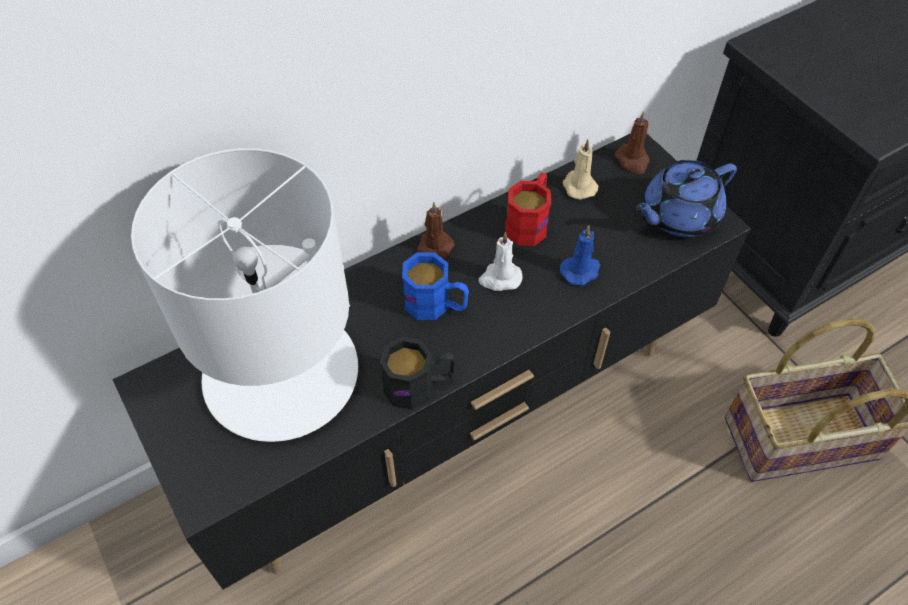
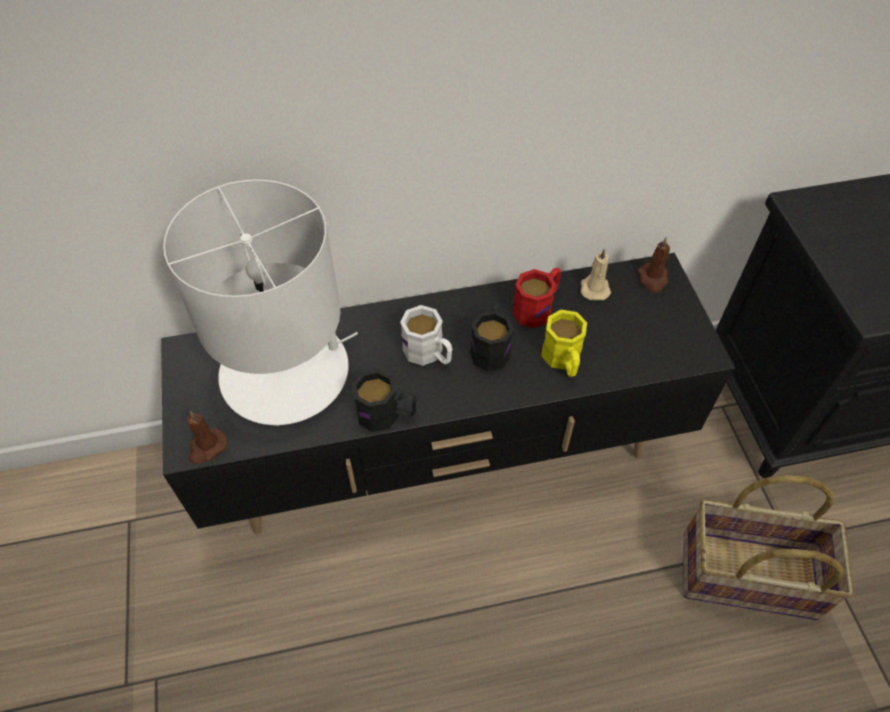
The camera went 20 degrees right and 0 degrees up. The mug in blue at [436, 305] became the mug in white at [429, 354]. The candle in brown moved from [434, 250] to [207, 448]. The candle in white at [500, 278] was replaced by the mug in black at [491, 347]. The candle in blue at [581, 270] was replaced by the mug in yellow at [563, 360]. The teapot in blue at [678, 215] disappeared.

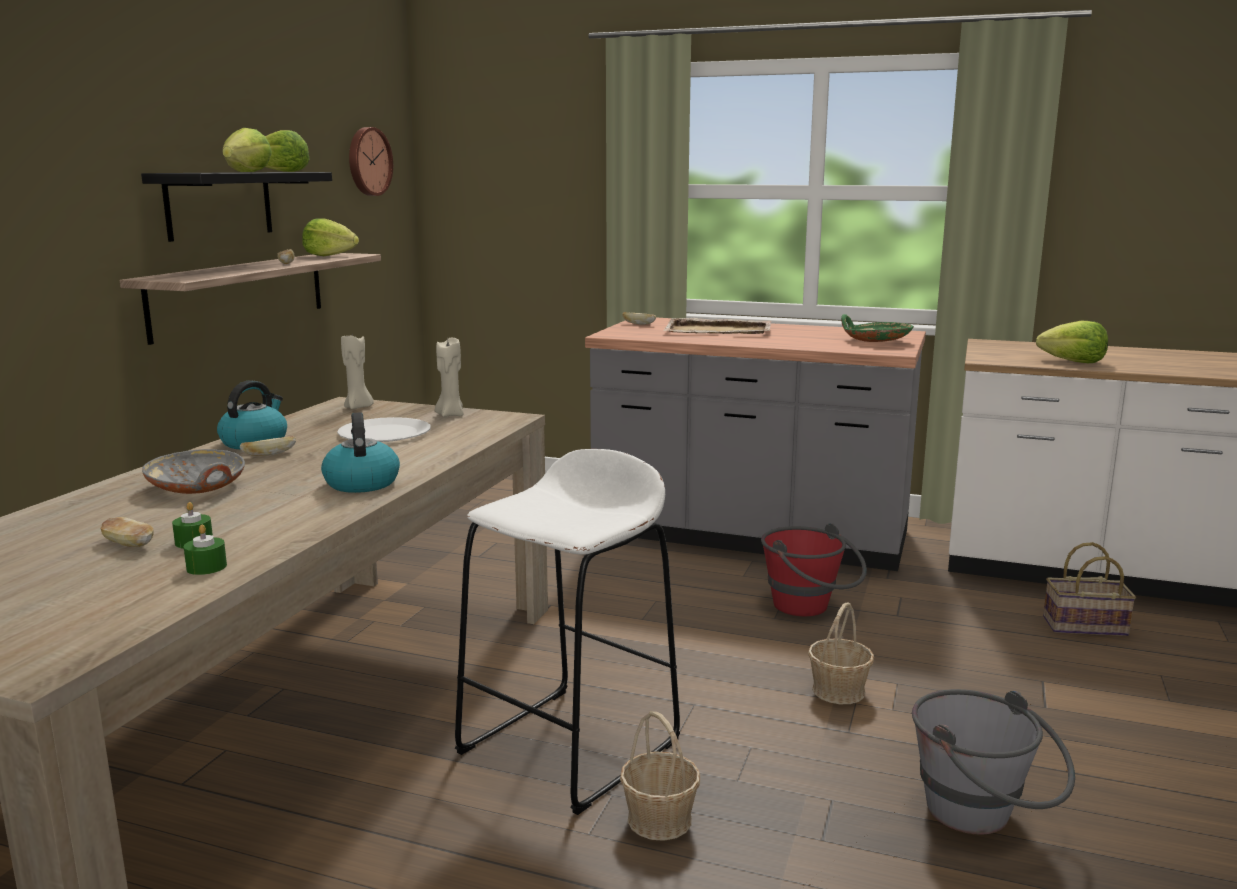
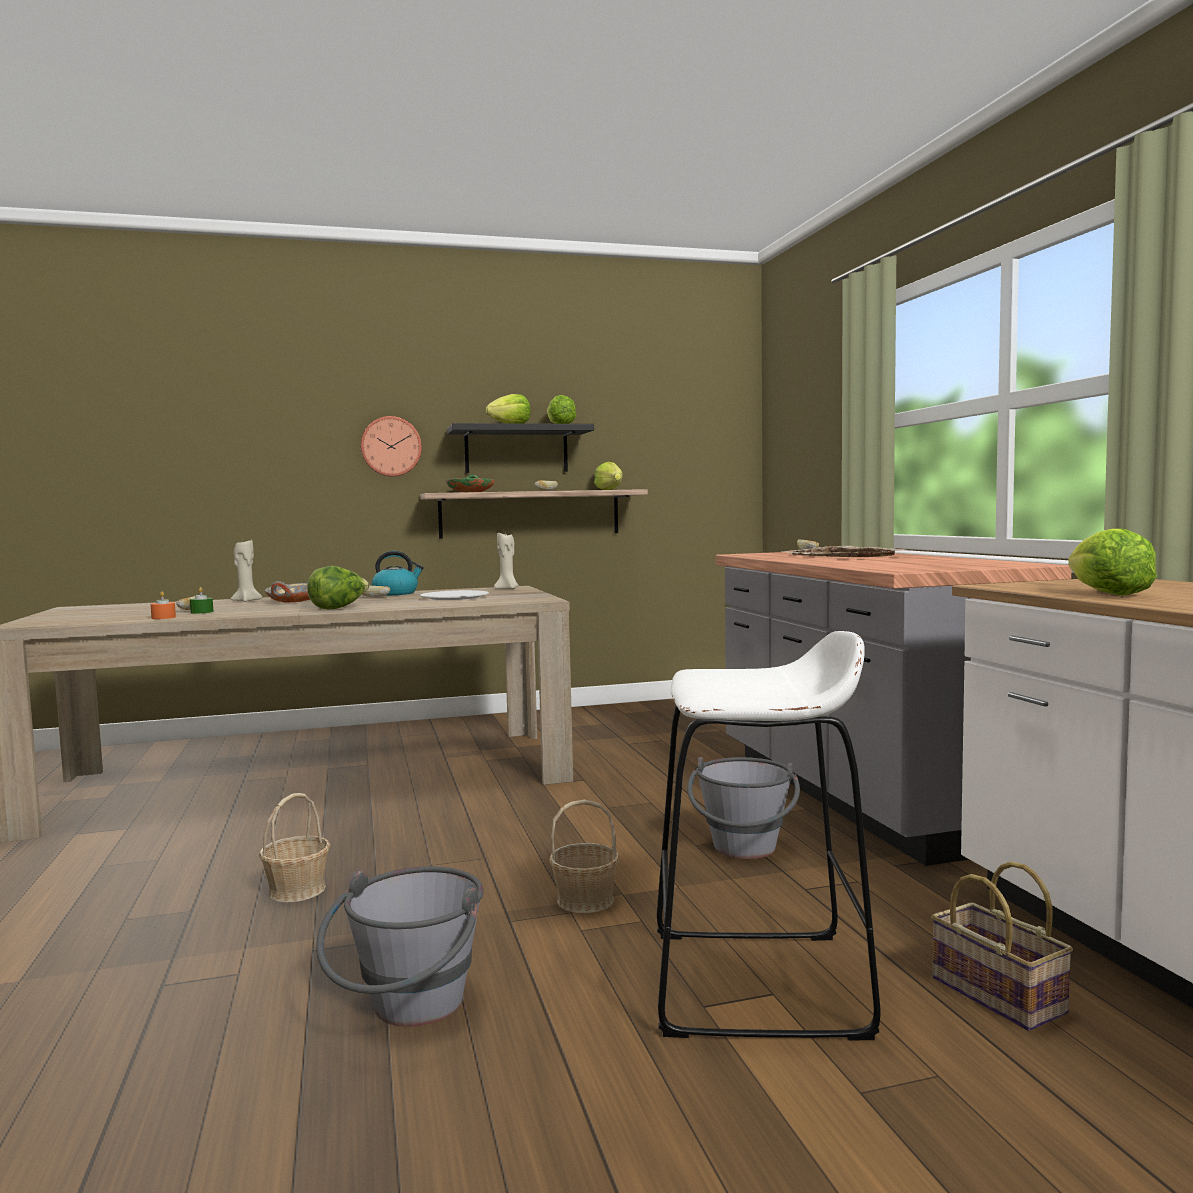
The camera went 55 degrees right and 10 degrees down. The candle in green at [206, 567] became the candle in orange at [163, 617]. The kettle at [361, 483] was replaced by the lettuce at [339, 608]. The wall clock moved from [368, 161] to [391, 446]. The candle in beige moved from [450, 415] to [246, 601]. The stool in white moved from [570, 746] to [757, 983]. The bucket in red at [810, 608] became the bucket in grey at [744, 852]. The bowl in green moved from [875, 341] to [471, 492].

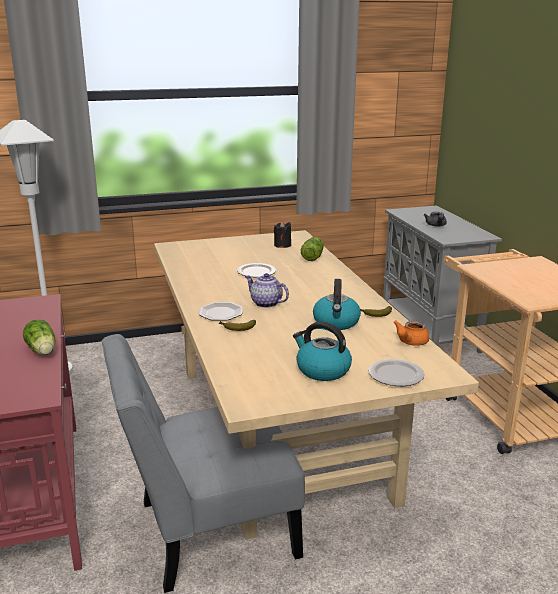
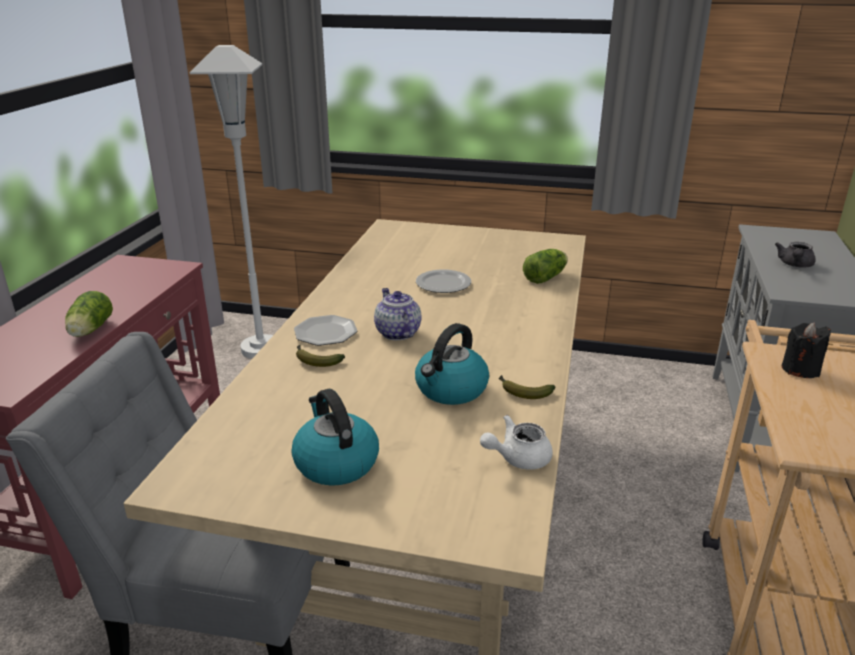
The camera went 30 degrees right and 5 degrees up. The candle in black moved from [282, 245] to [800, 370]. The plate at [395, 375] disappeared. The teapot in orange at [410, 342] became the teapot in white at [517, 458].

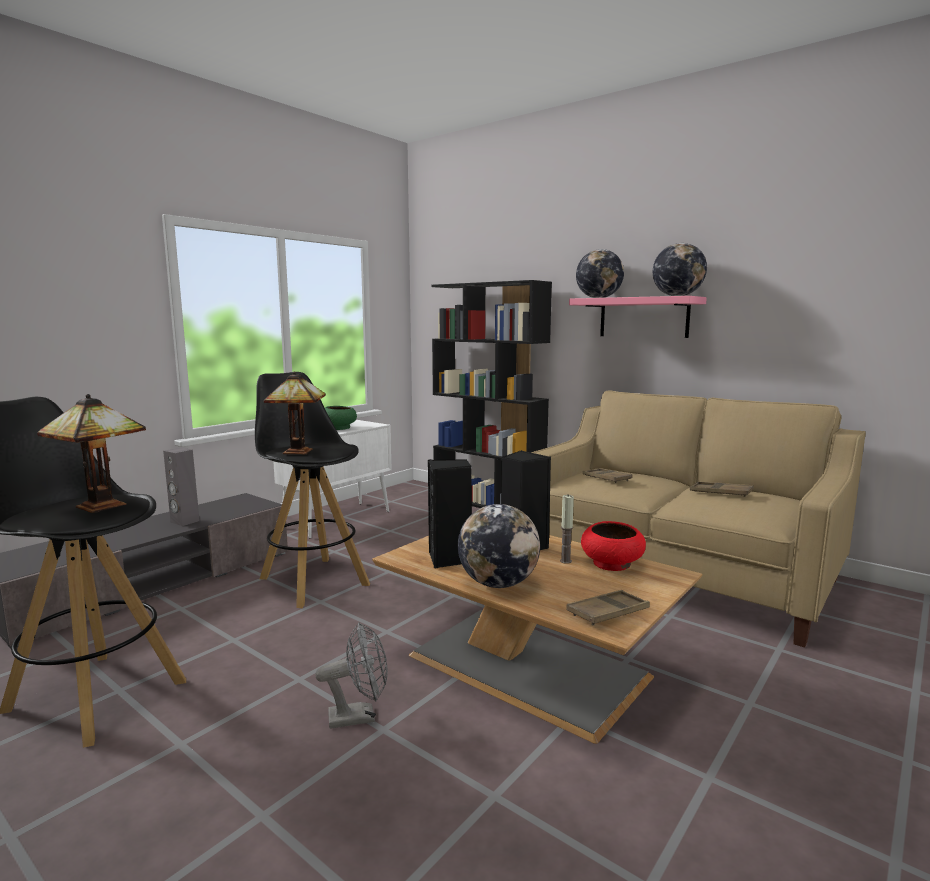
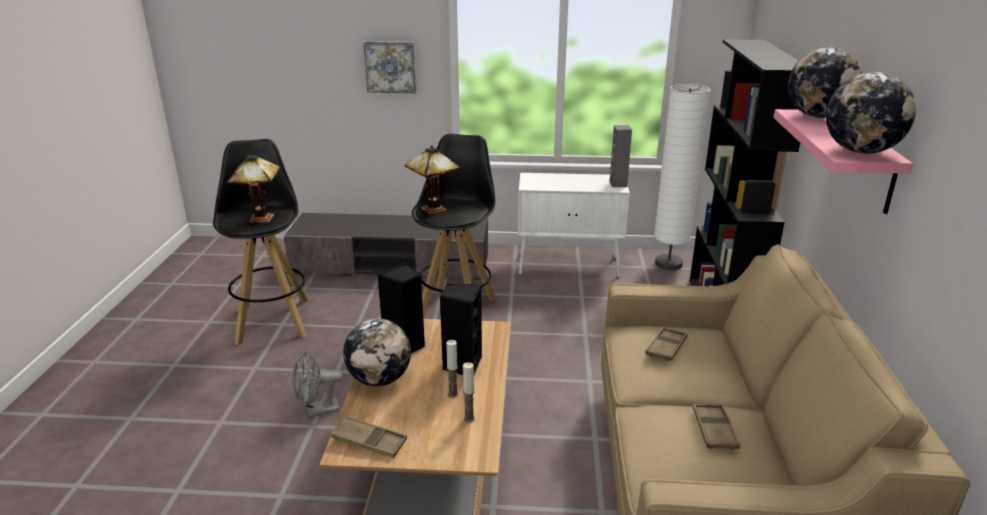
The camera went 55 degrees right and 15 degrees up. The speaker in grey moved from [184, 521] to [617, 184]. The fan in grey at [359, 716] turned 120 degrees clockwise. The bowl in green at [339, 428] disappeared. The bowl in red at [612, 564] was replaced by the candle at [469, 418]. The picture at [391, 66] appeared. The floor lamp in white at [668, 264] appeared.

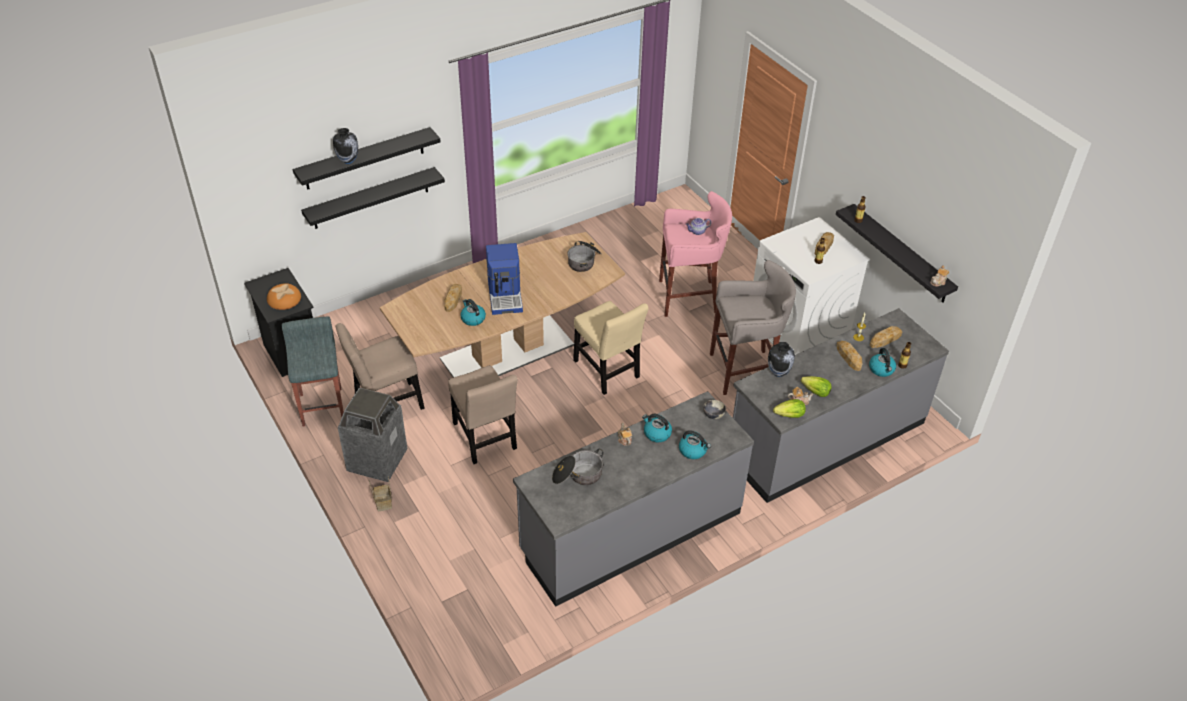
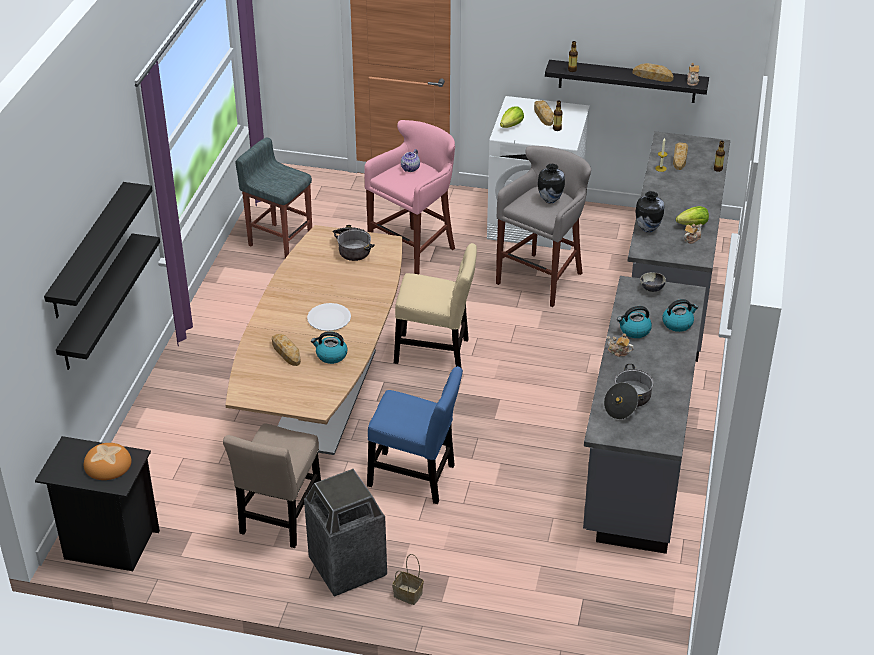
The camera went 45 degrees left and 5 degrees down. The stool in grey moved from [322, 406] to [280, 241]. The vase moved from [348, 161] to [550, 200]. The chair in beige at [485, 439] became the chair in blue at [415, 477]. The coffee machine at [505, 295] was replaced by the plate in white at [329, 318]. The lettuce moved from [790, 415] to [511, 126]. The bread moved from [848, 357] to [652, 76]. The kettle at [881, 369] disappeared.

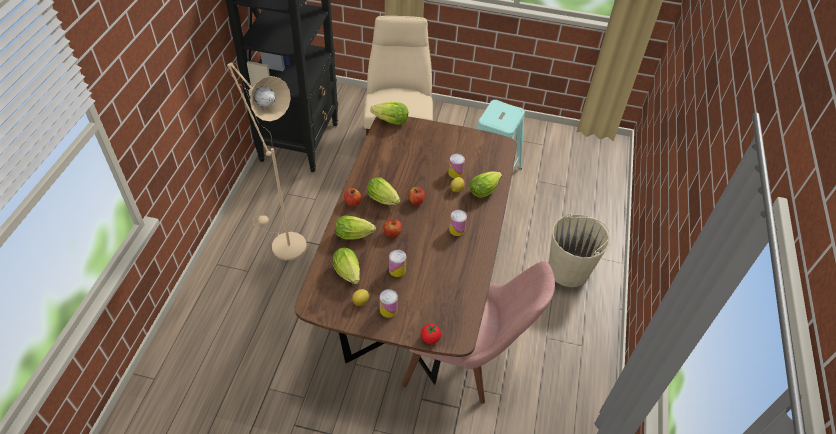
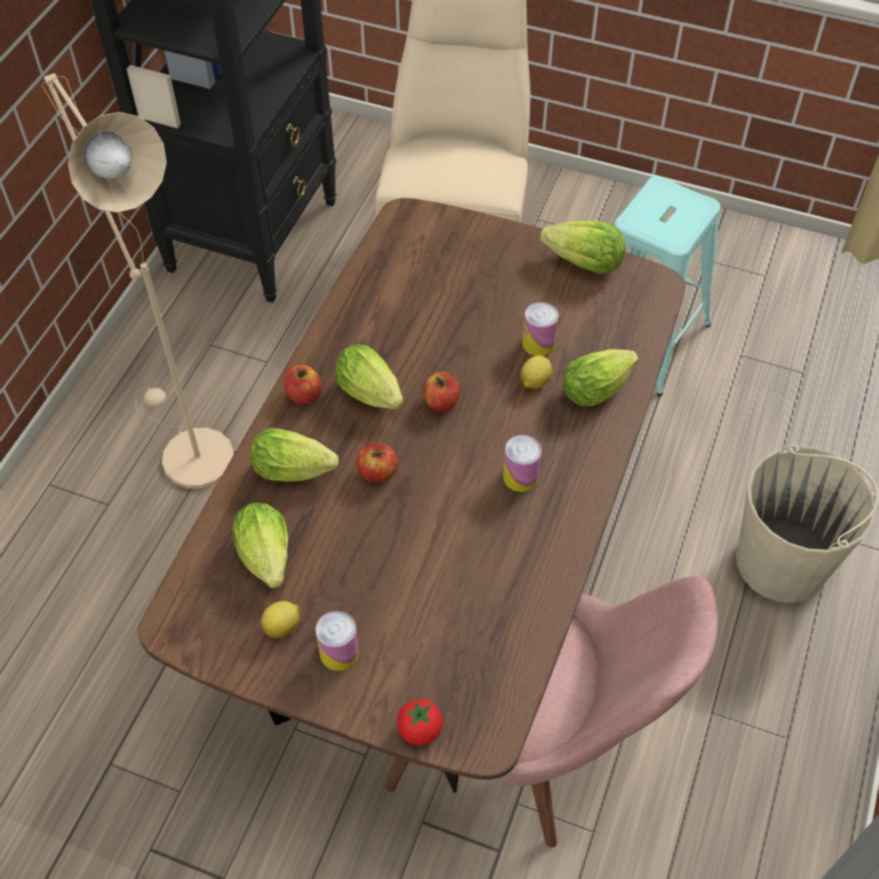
The camera went 10 degrees right and 5 degrees up. The lettuce moved from [391, 121] to [584, 264]. The can at [397, 270] disappeared.

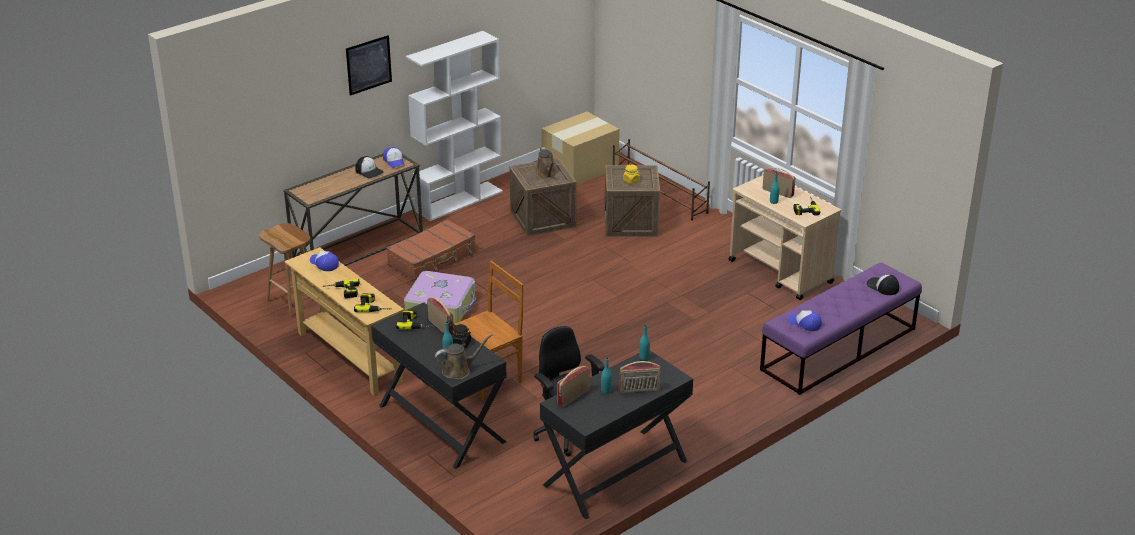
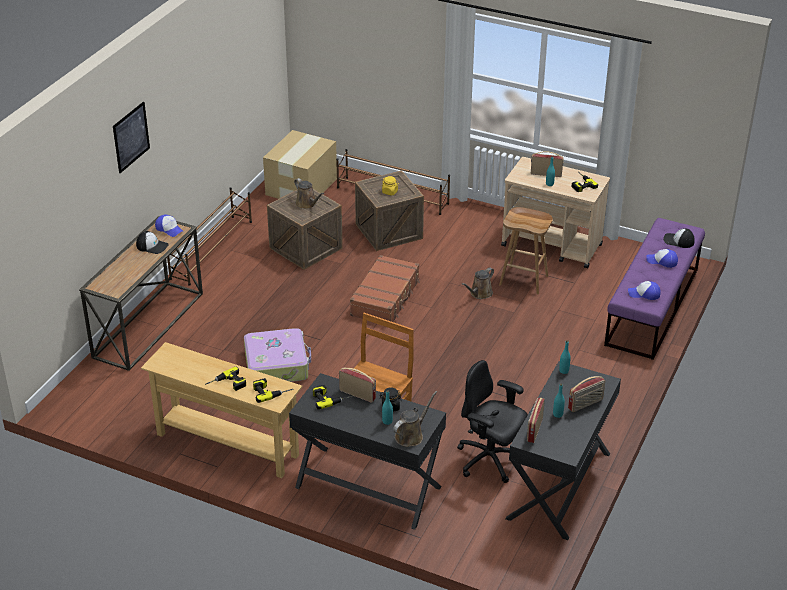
The camera went 25 degrees left and 5 degrees up. The stool in brown moved from [294, 303] to [524, 280]. The cap moved from [324, 264] to [662, 261]. The suitcase in brown moved from [432, 259] to [386, 298]. The bookcase in white at [459, 201] was replaced by the shoe rack in brown at [212, 249]. The watering can in brown at [479, 294] appeared.

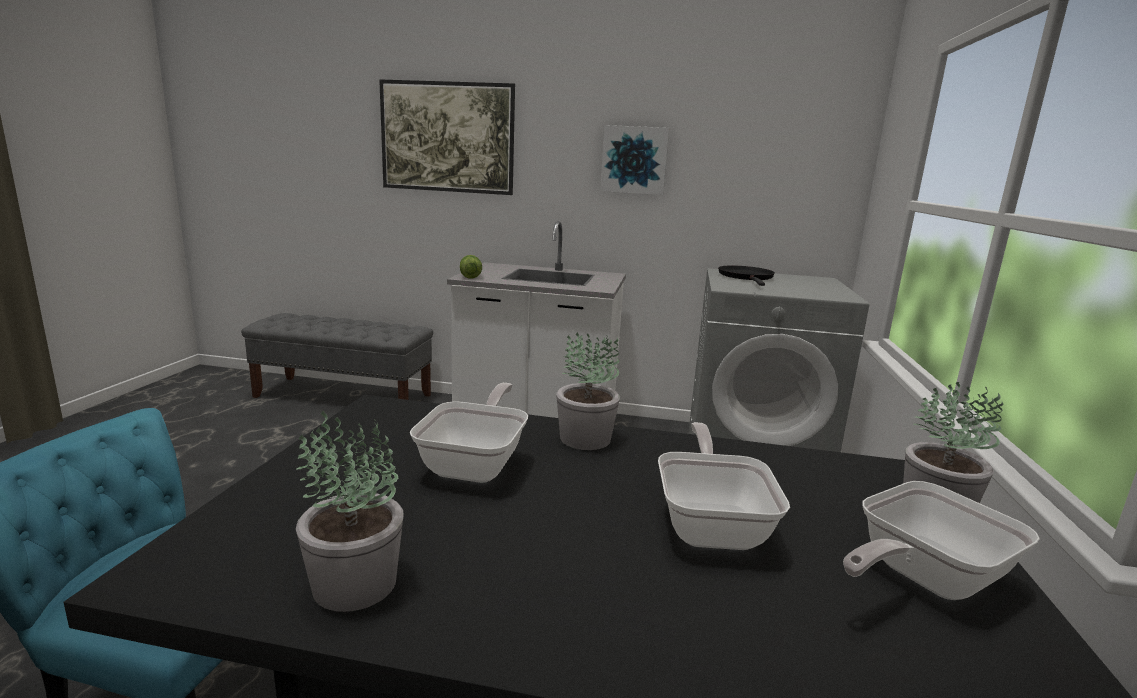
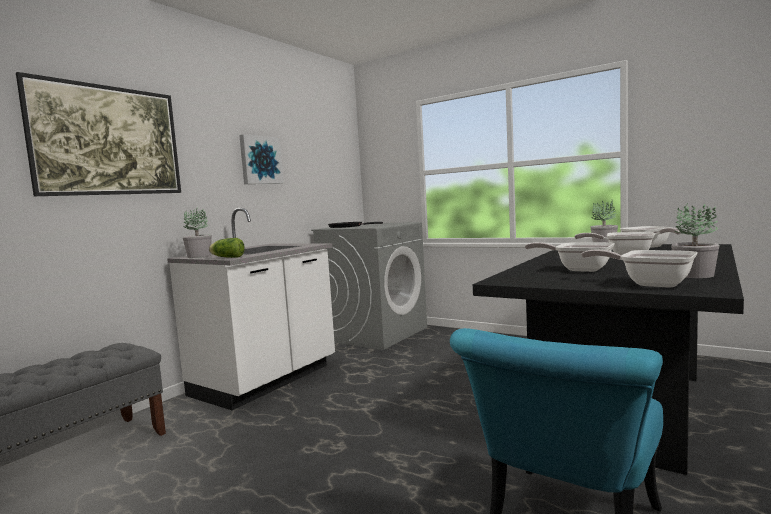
The camera went 65 degrees left and 10 degrees down. The potted plant moved from [585, 439] to [200, 256]. The frying pan at [649, 284] appeared.

